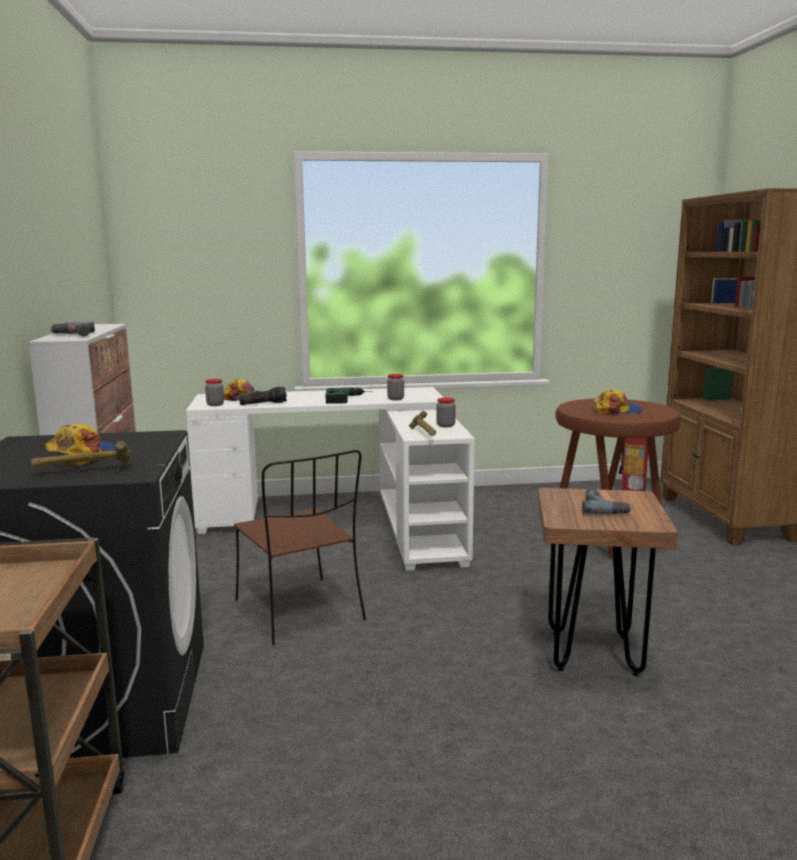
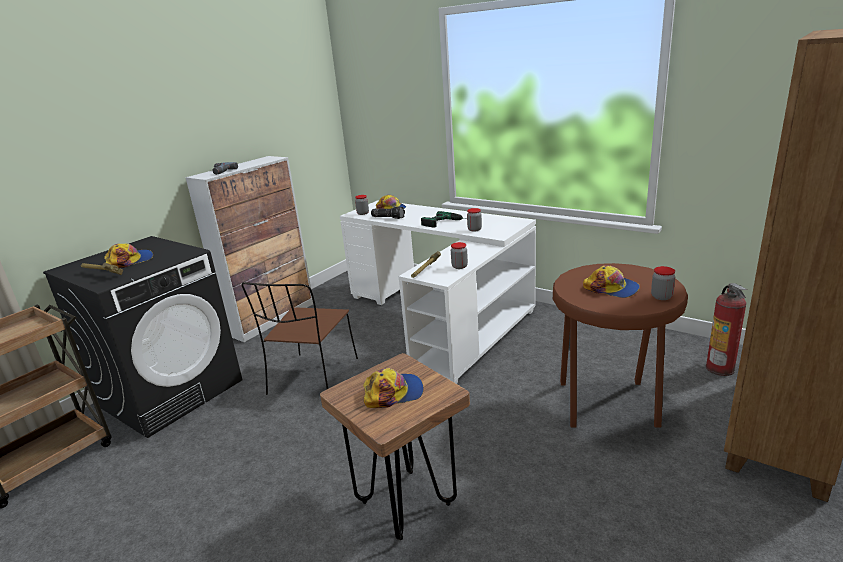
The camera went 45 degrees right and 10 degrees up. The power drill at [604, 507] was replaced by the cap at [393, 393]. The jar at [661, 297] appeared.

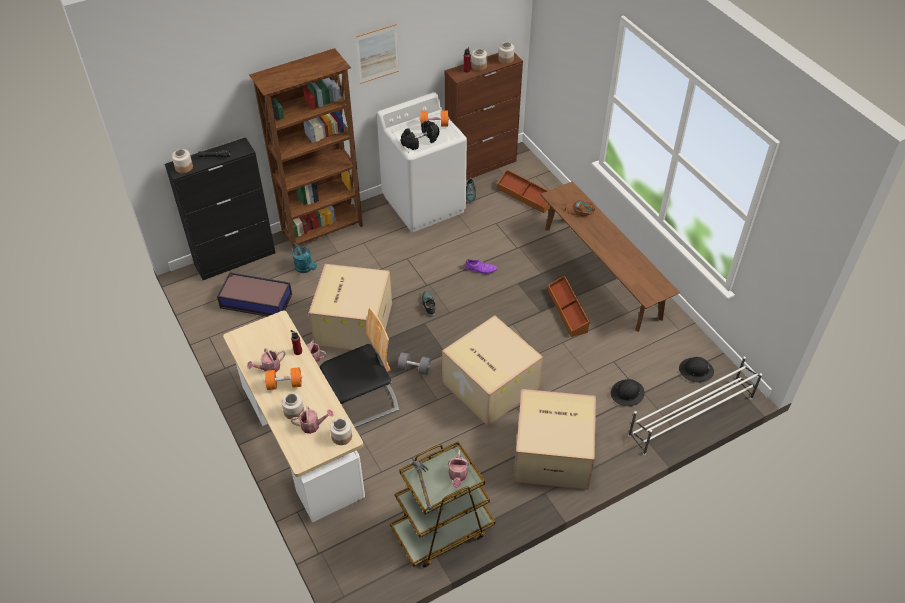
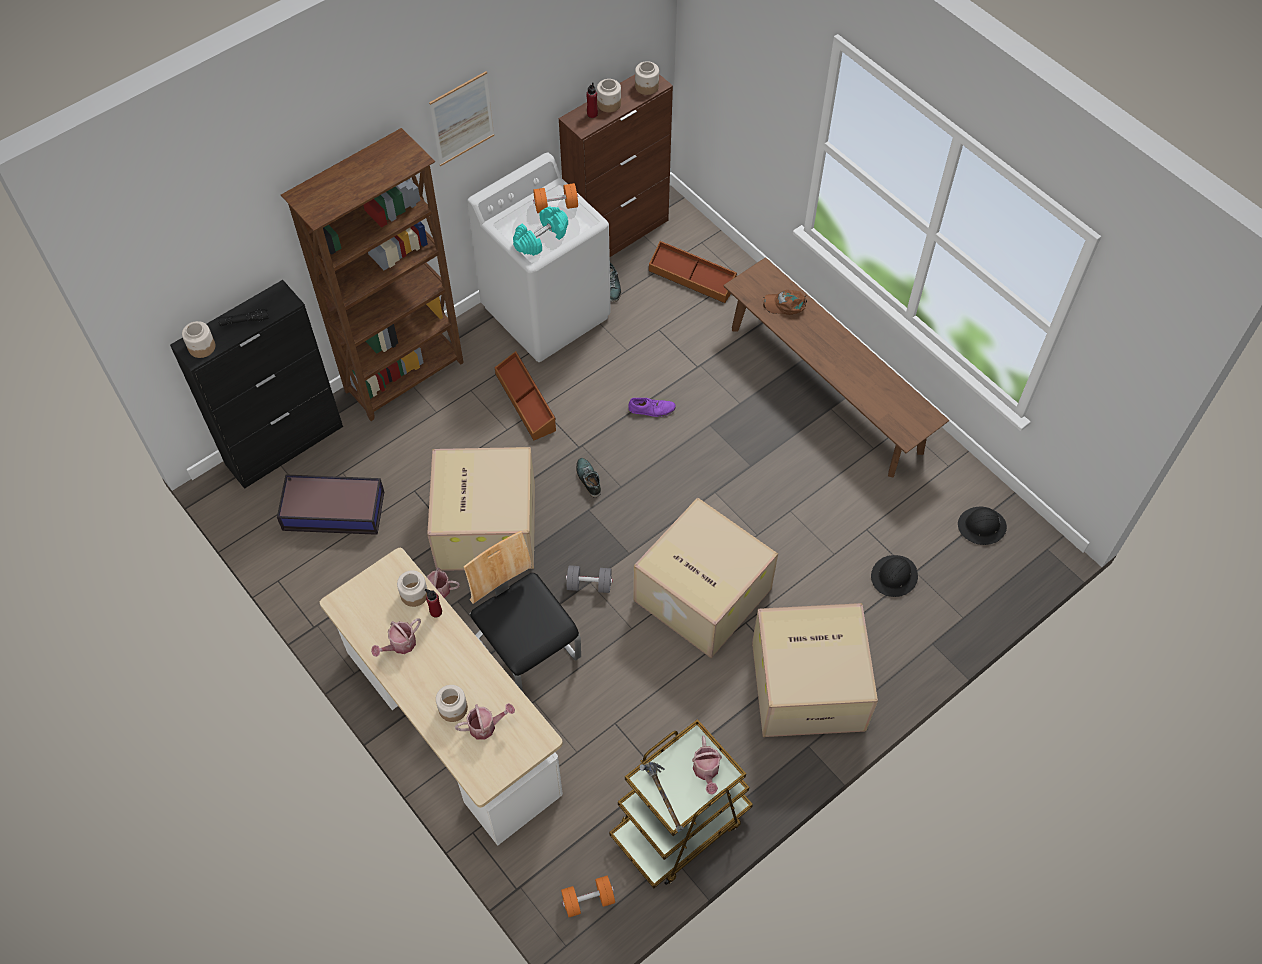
The camera went 10 degrees left and 10 degrees up. The dumbbell in orange moved from [284, 384] to [588, 900]. The watering can in turquoise at [305, 268] disappeared. The chair at [362, 402] turned 90 degrees counterclockwise. The jar moved from [341, 436] to [414, 594]. The dumbbell in black at [420, 141] became the dumbbell in turquoise at [541, 239]. The storage box in brown moved from [568, 311] to [526, 401]. The shoe rack in white at [690, 416] disappeared.

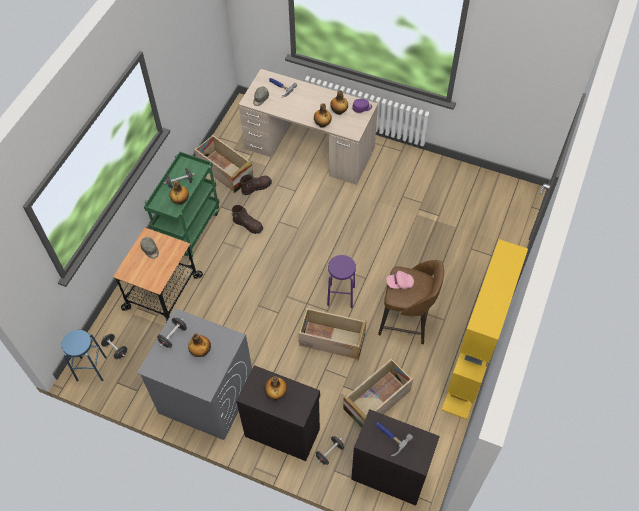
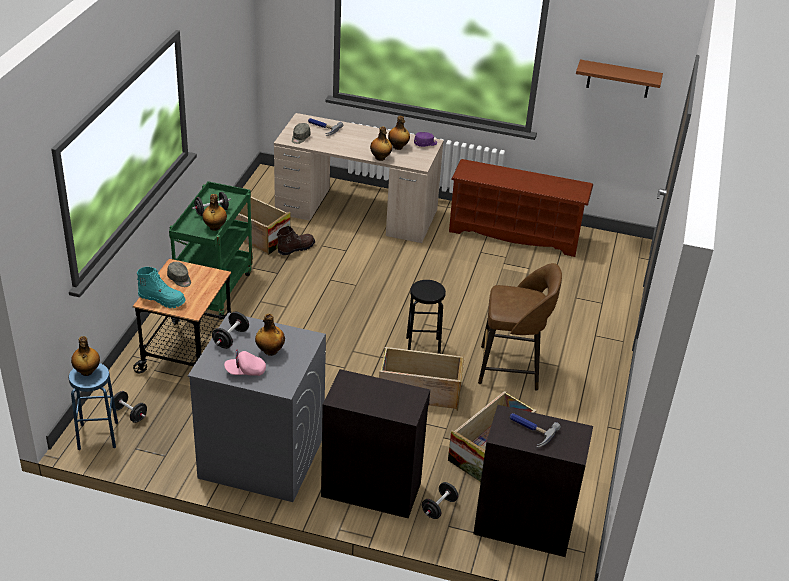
The camera went 10 degrees left and 20 degrees down. The boot in brown at [248, 225] disappeared. The bottle moved from [276, 393] to [87, 372]. The stool in purple at [341, 296] became the stool in black at [422, 348]. The cap in pink moved from [399, 283] to [245, 371]. The bookcase in yellow at [468, 374] disappeared. The boot in turquoise at [162, 299] appeared. The shoe rack in brown at [515, 233] appeared. The shelf in brown at [618, 79] appeared.

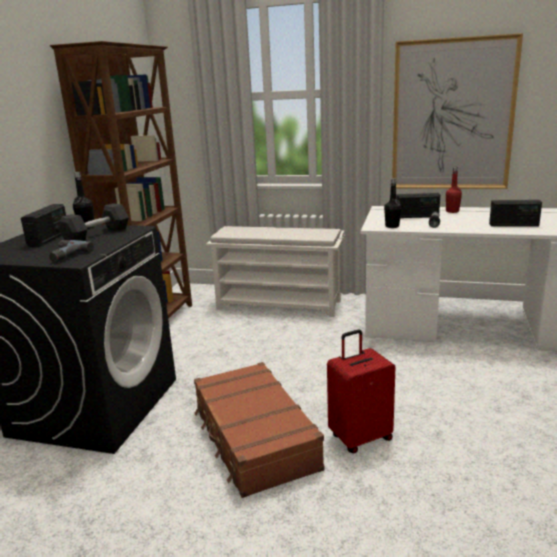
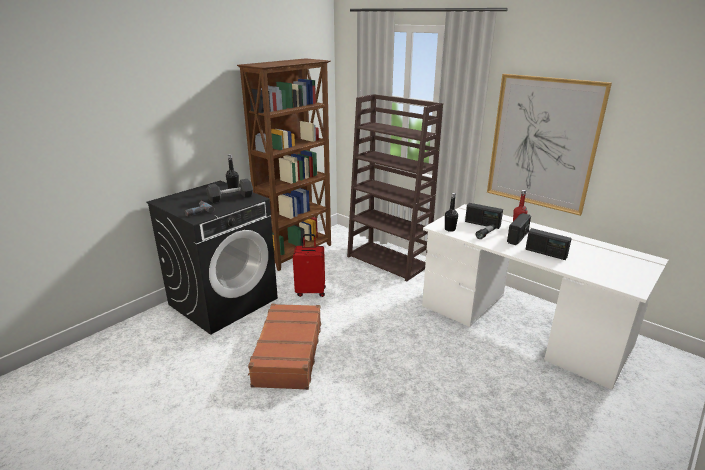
The camera went 25 degrees right and 5 degrees up. The radio moved from [49, 238] to [518, 237]. The shoe rack in white at [280, 304] was replaced by the bookcase in brown at [389, 261]. The suitcase in red moved from [360, 437] to [311, 291].

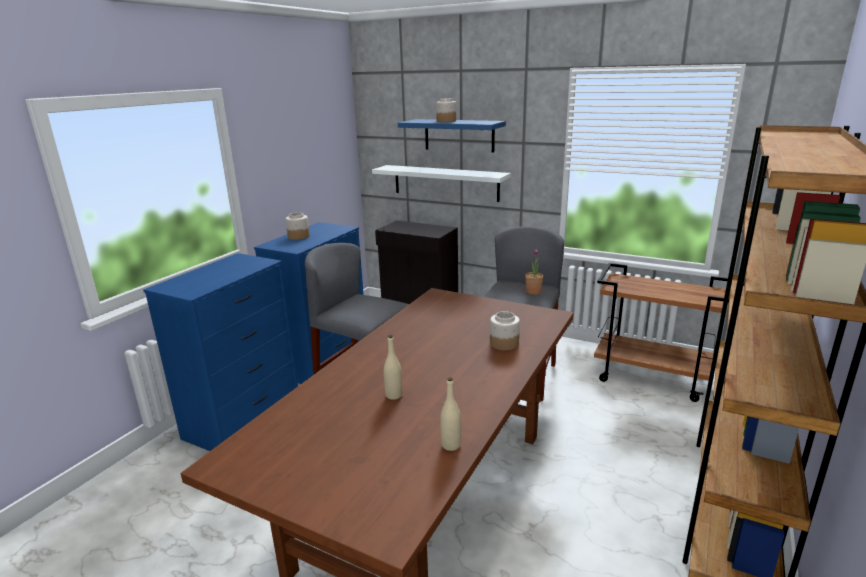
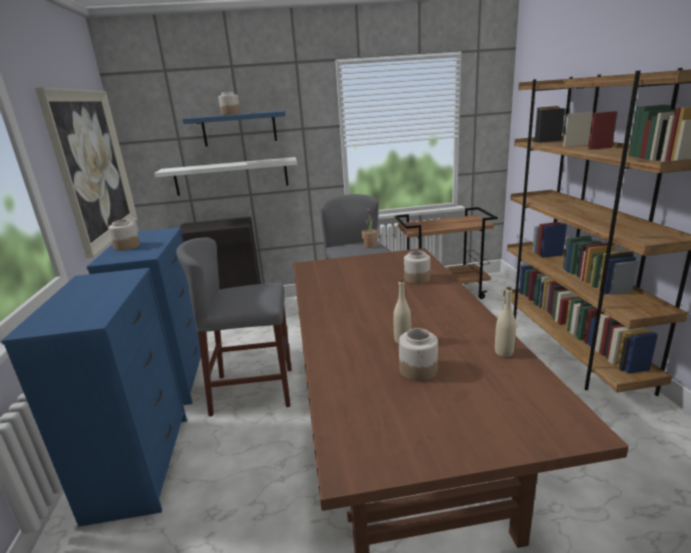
The camera went 35 degrees left and 0 degrees up. The picture at [93, 167] appeared. The jar at [418, 370] appeared.

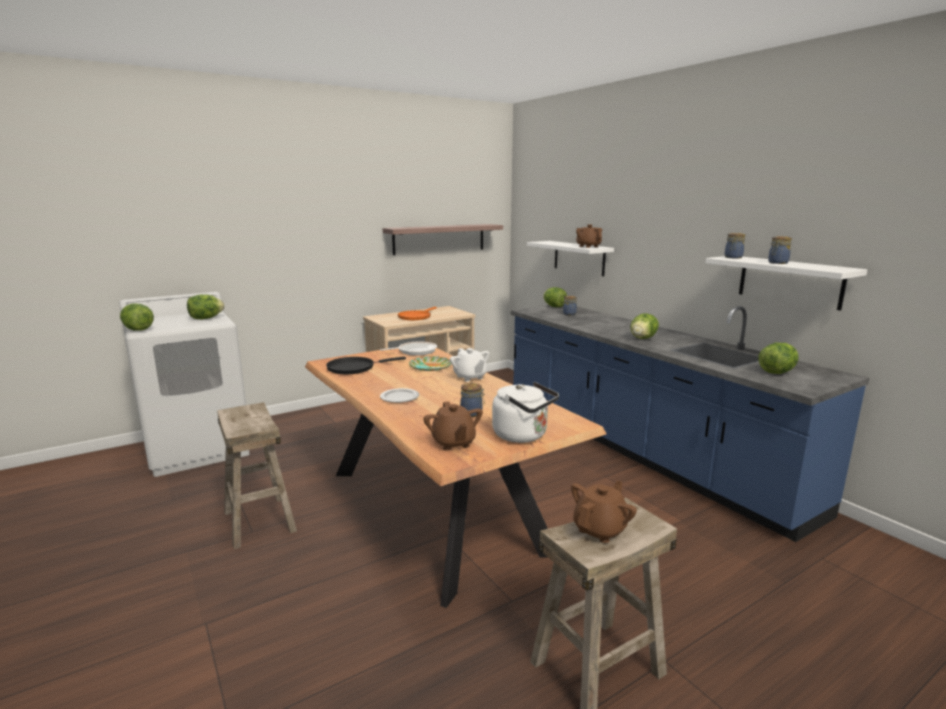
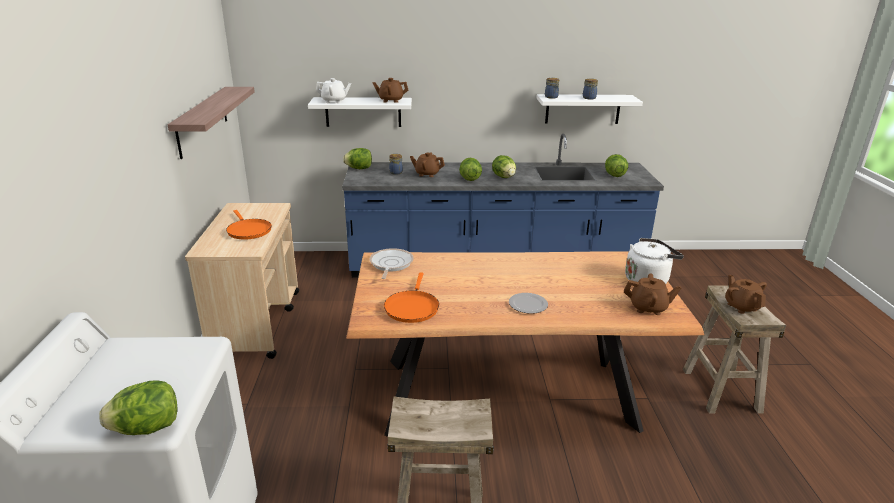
The camera went 60 degrees left and 10 degrees up. The lettuce moved from [206, 318] to [469, 179]. The frying pan in black at [354, 368] became the frying pan in orange at [412, 307]. The plate at [430, 367] disappeared. The teapot in white moved from [470, 377] to [334, 101]. The jar at [472, 413] disappeared. The teapot in brown at [427, 174] appeared.

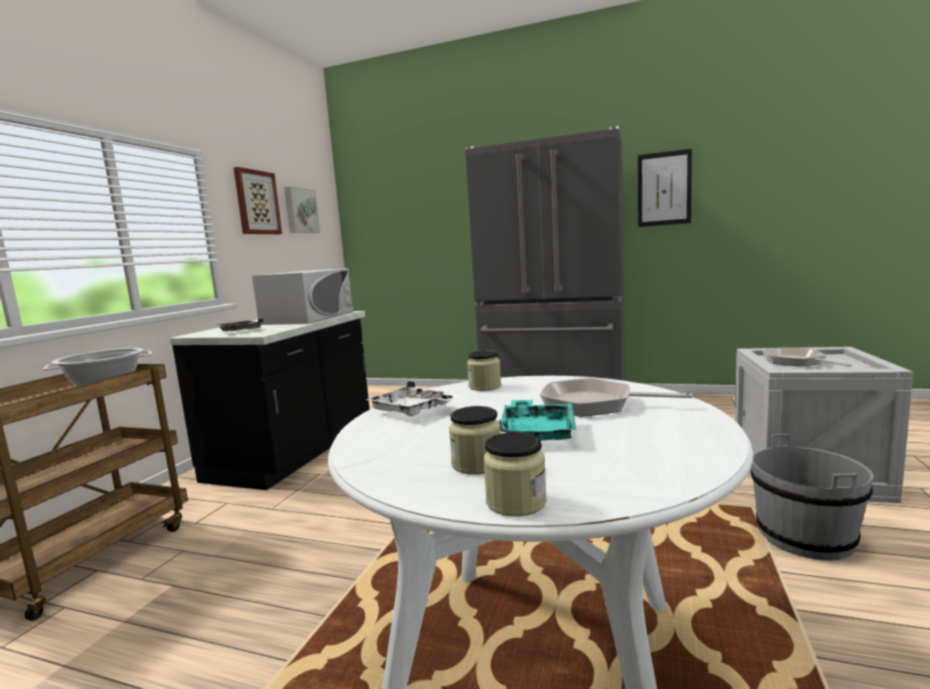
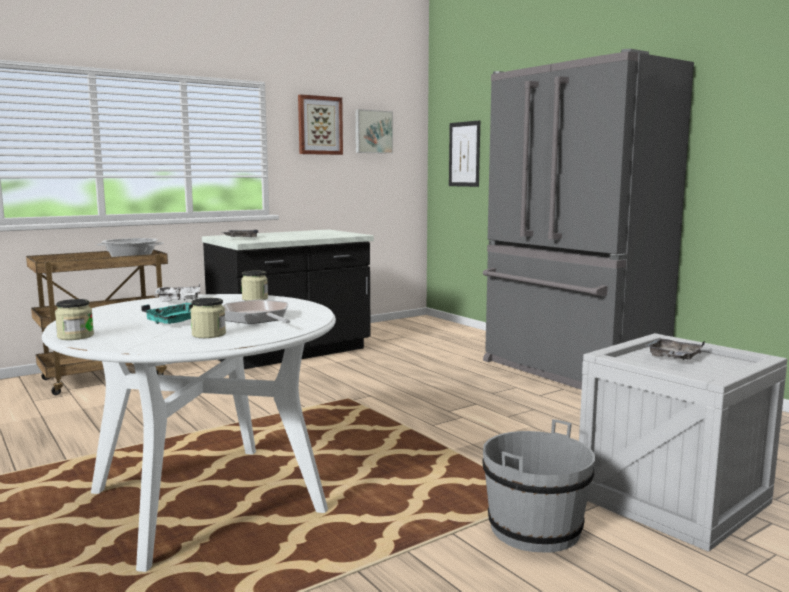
The camera went 35 degrees right and 0 degrees up. The microwave in white at [309, 318] disappeared. The jar moved from [477, 464] to [209, 334]. The picture moved from [664, 189] to [464, 154]. The frying pan at [797, 362] was replaced by the tray in grey at [673, 357].

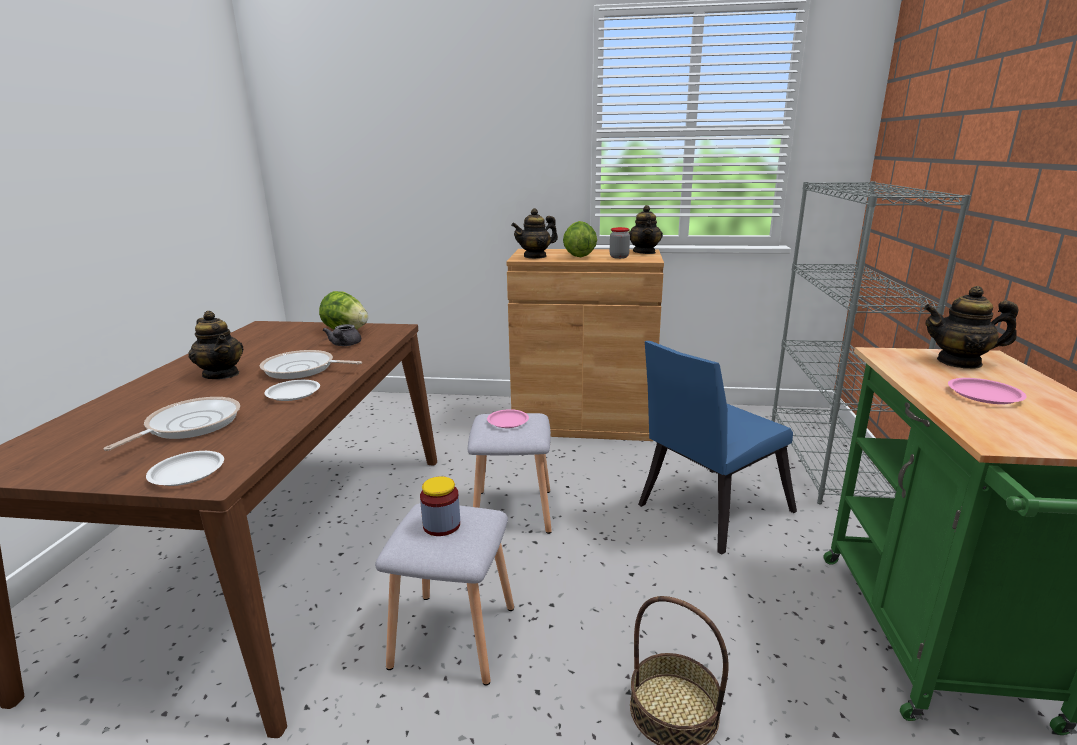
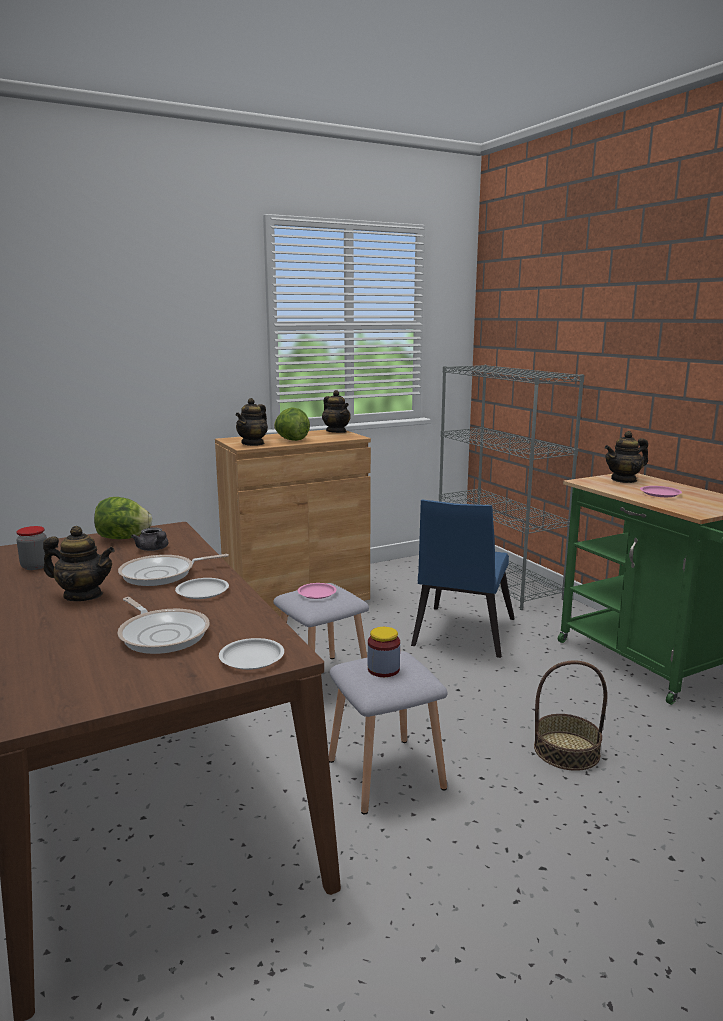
The camera went 35 degrees left and 5 degrees down. The frying pan at [189, 425] turned 150 degrees clockwise. The jar moved from [619, 257] to [35, 566].

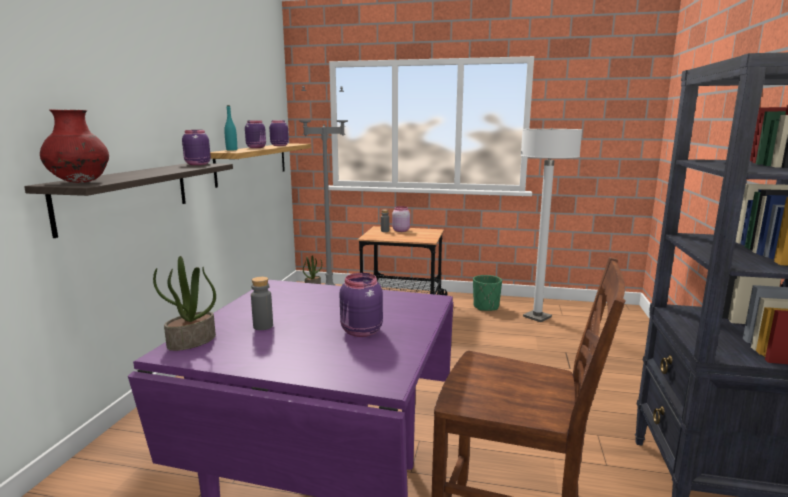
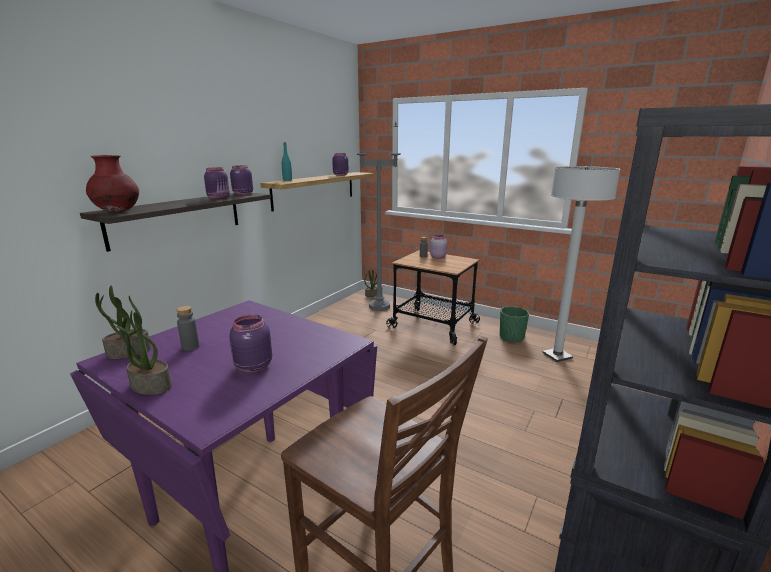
The camera went 20 degrees right and 5 degrees up. The jar in purple moved from [257, 147] to [219, 198]. The potted plant at [150, 386] appeared.

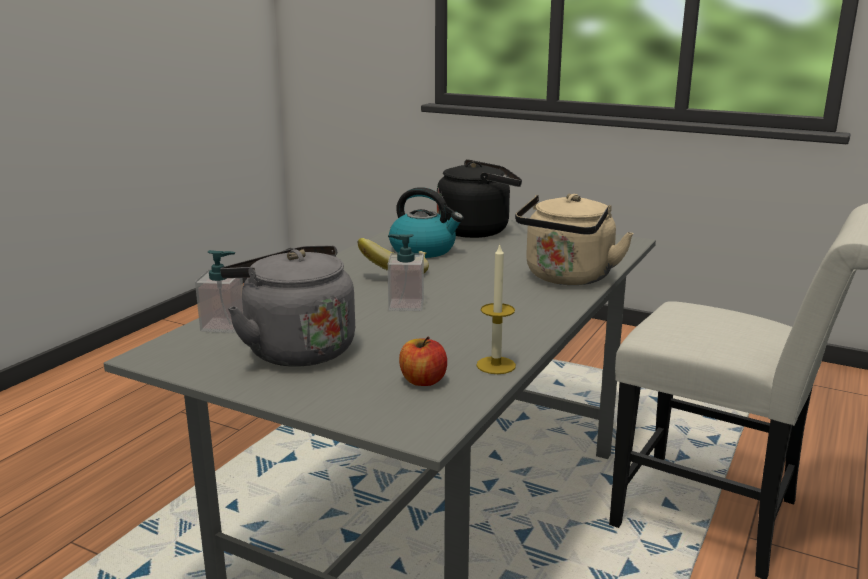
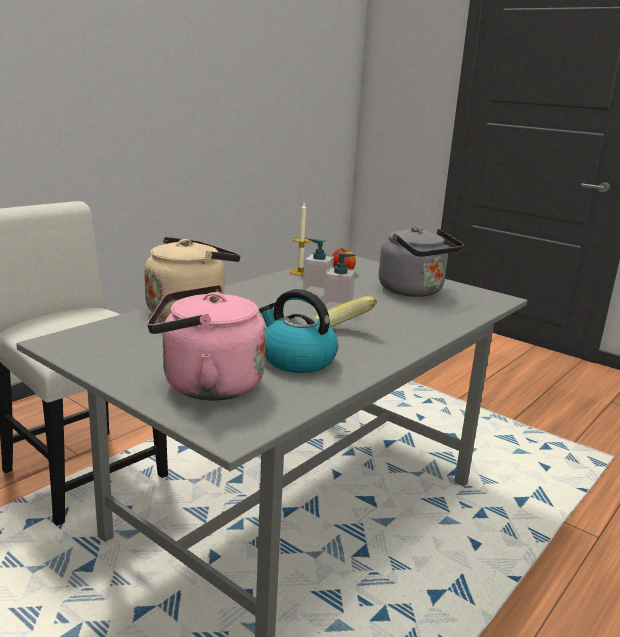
The camera went 170 degrees left and 0 degrees up. The soap dispenser moved from [223, 325] to [317, 291]. The kettle in black at [477, 230] became the kettle in pink at [206, 385].

